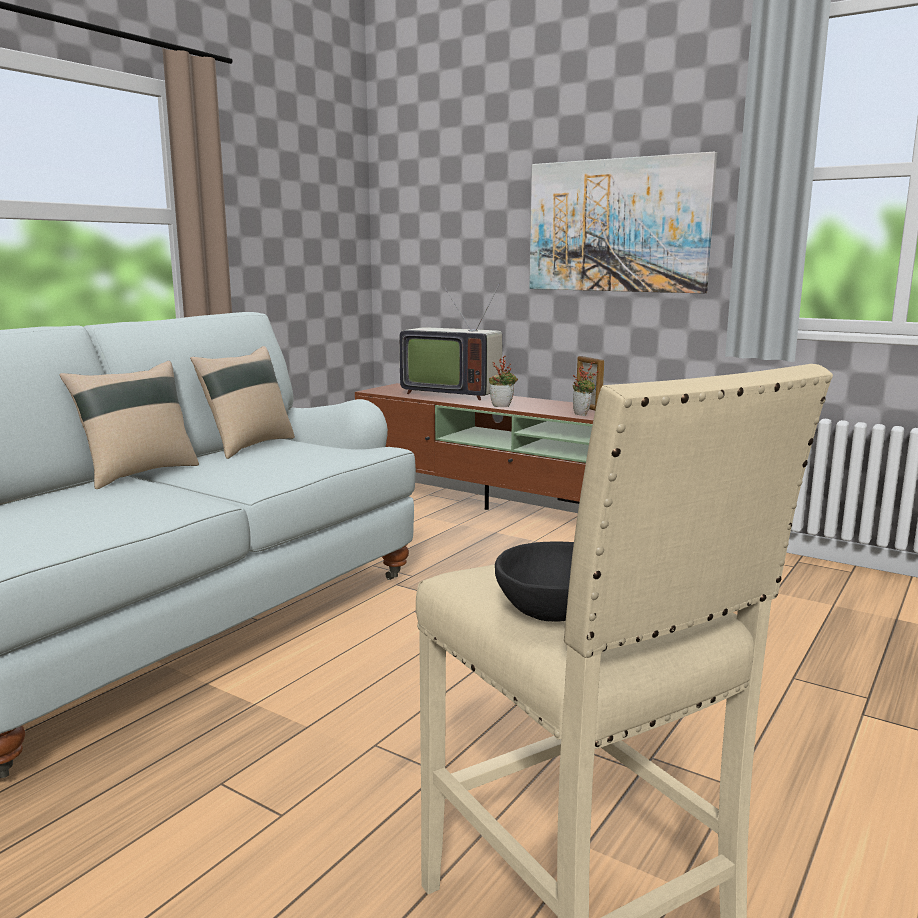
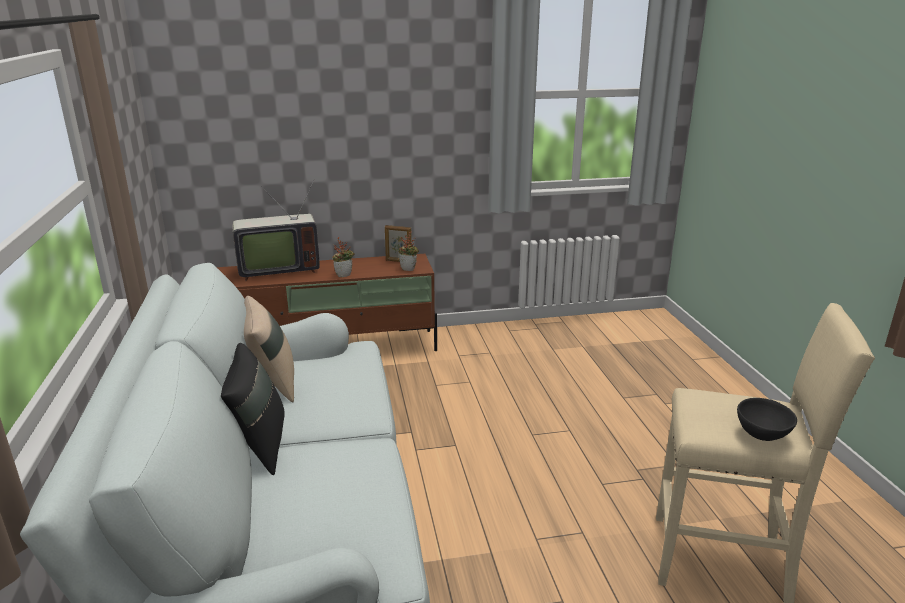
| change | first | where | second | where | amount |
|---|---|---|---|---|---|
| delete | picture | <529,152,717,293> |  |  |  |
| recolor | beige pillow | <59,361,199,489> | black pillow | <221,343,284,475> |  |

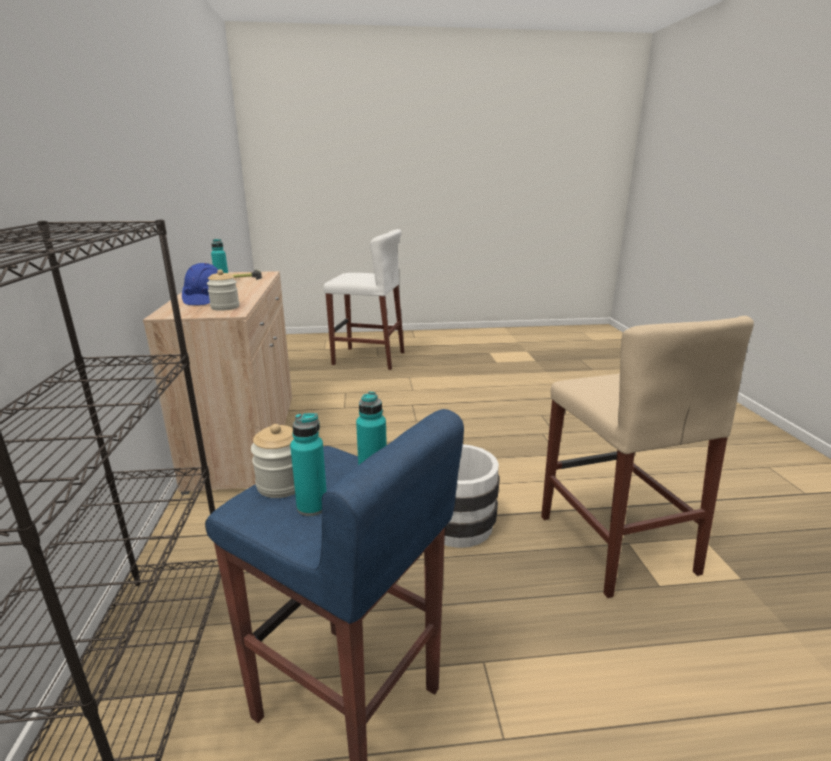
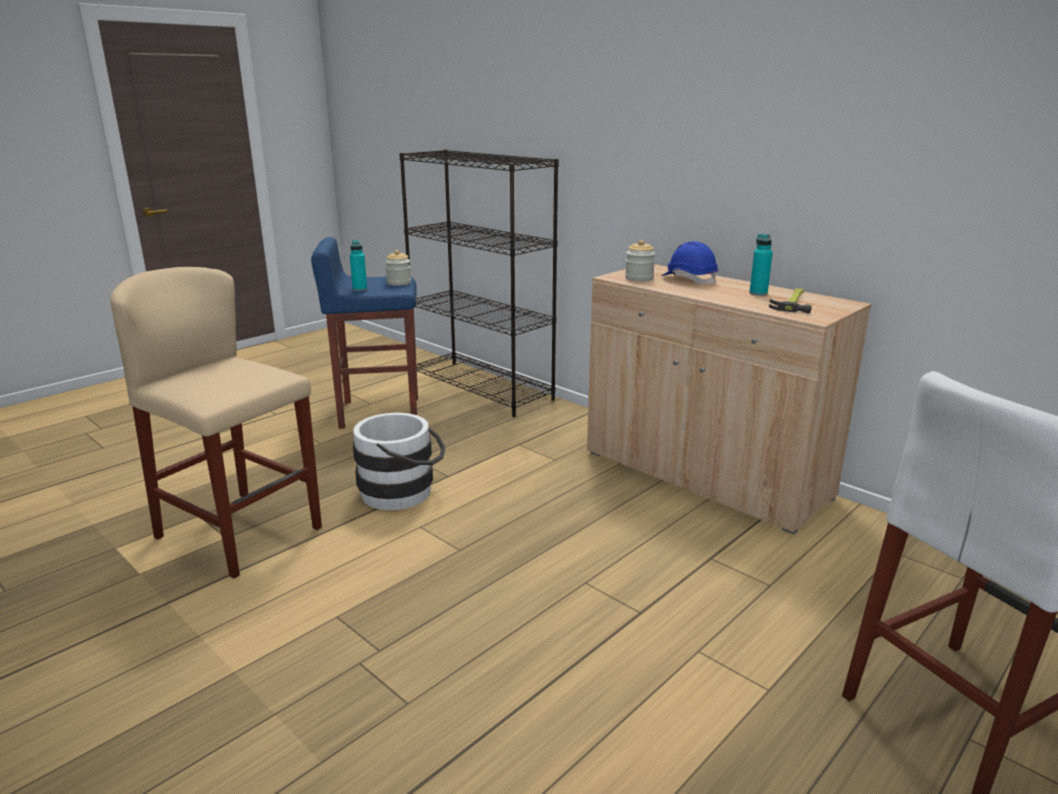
| change | first | where | second | where | amount |
|---|---|---|---|---|---|
| delete | turquoise bottle | <290,413,327,516> |  |  |  |

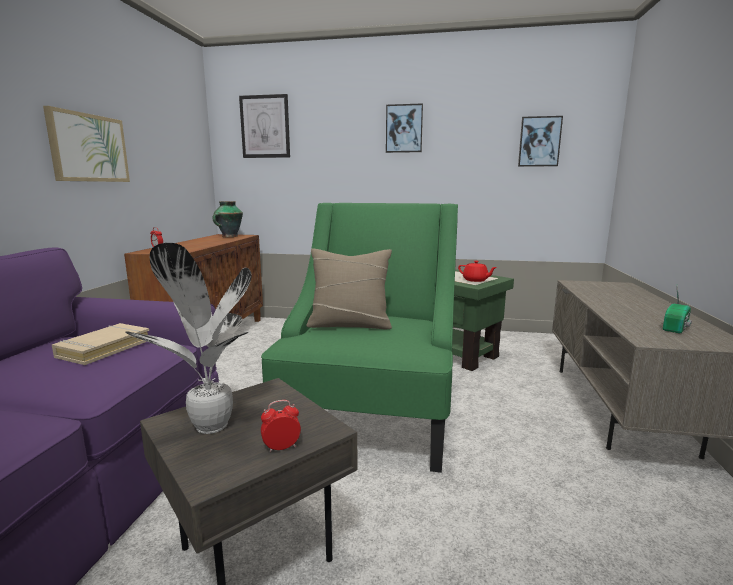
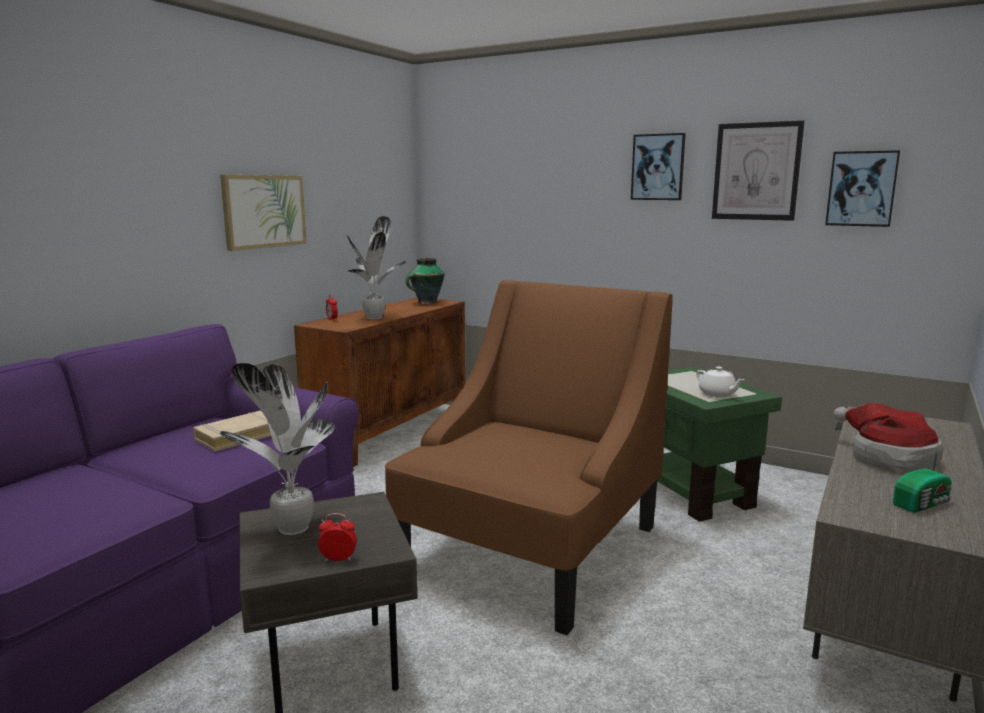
| change | first | where | second | where | amount |
|---|---|---|---|---|---|
| delete | beige pillow | <306,249,392,330> |  |  |  |
| insert |  |  | potted plant | <347,216,406,320> |  |
| insert |  |  | hat | <834,403,943,472> |  |
| move | picture | <239,94,290,158> |  | <712,120,804,221> |  |
| recolor | green armchair | <261,203,458,473> | brown armchair | <385,280,673,635> |  |
| recolor | red teapot | <458,261,497,282> | white teapot | <696,367,744,397> |  |

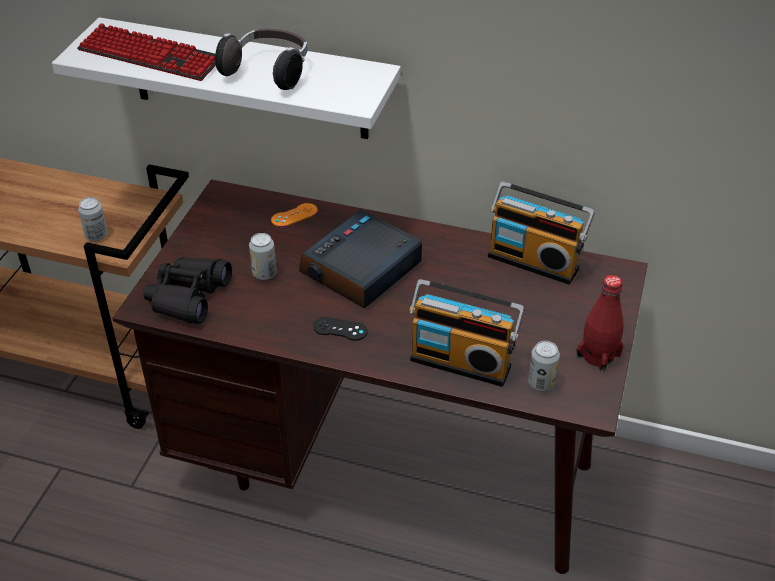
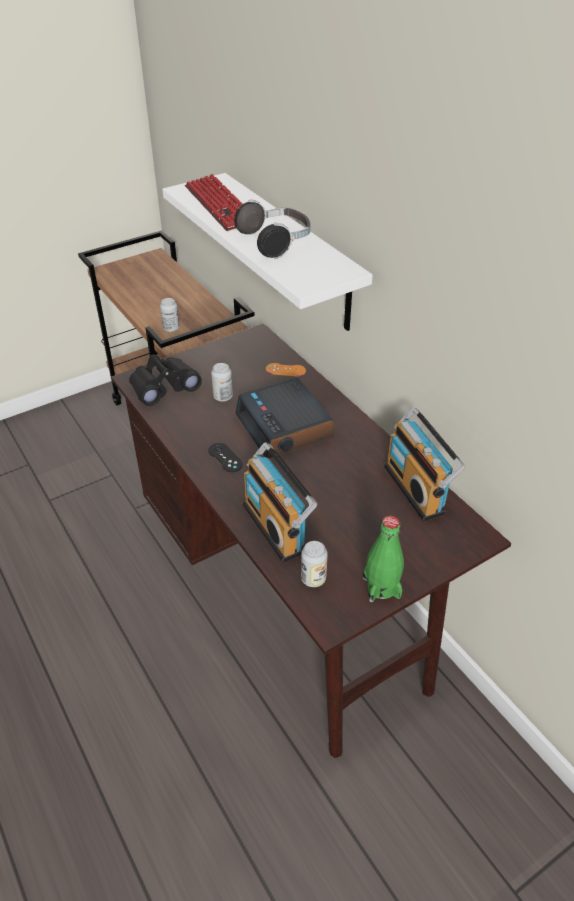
| change | first | where | second | where | amount |
|---|---|---|---|---|---|
| recolor | red bottle | <576,275,624,373> | green bottle | <363,516,404,602> |  |
| rotate | alarm clock | <299,210,422,308> |  | <236,378,334,459> | 105 degrees counterclockwise |

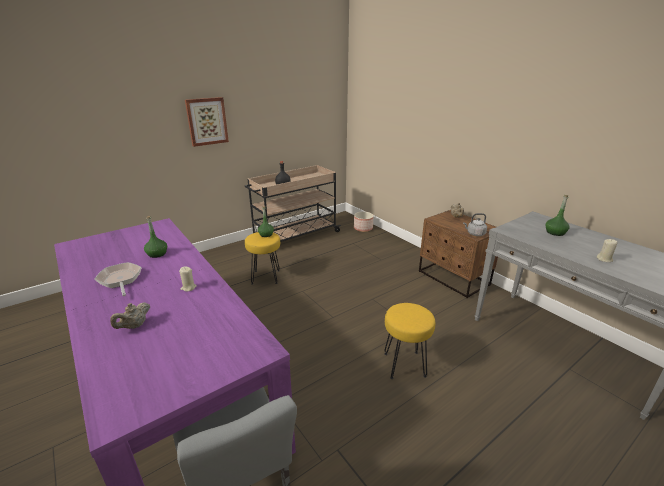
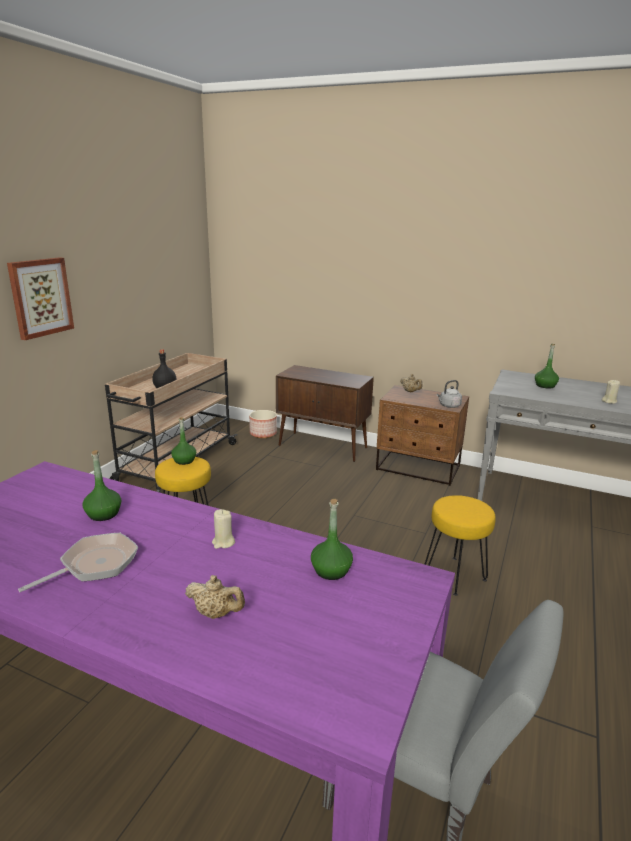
| change | first | where | second | where | amount |
|---|---|---|---|---|---|
| insert |  |  | brown cabinet | <276,365,374,462> |  |
| insert |  |  | green bottle | <311,499,353,580> |  |
| rotate | frying pan | <95,262,142,296> |  | <18,533,138,592> | 105 degrees clockwise |
| rotate | beige teapot | <110,303,150,329> |  | <185,575,245,619> | 75 degrees counterclockwise |

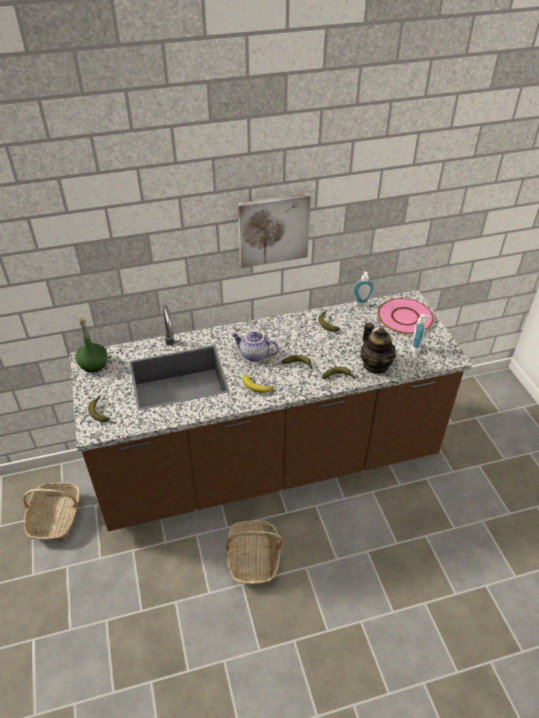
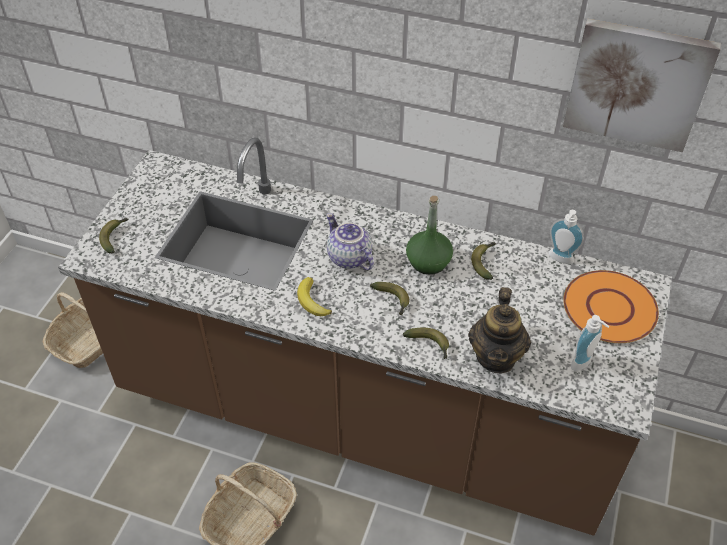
| change | first | where | second | where | amount |
|---|---|---|---|---|---|
| move | green bottle | <75,317,108,372> |  | <406,196,453,275> |  |
| move | picture | <238,193,311,268> |  | <563,19,721,152> |  |
| recolor | pink plate | <378,298,434,334> | orange plate | <563,270,659,343> |  |

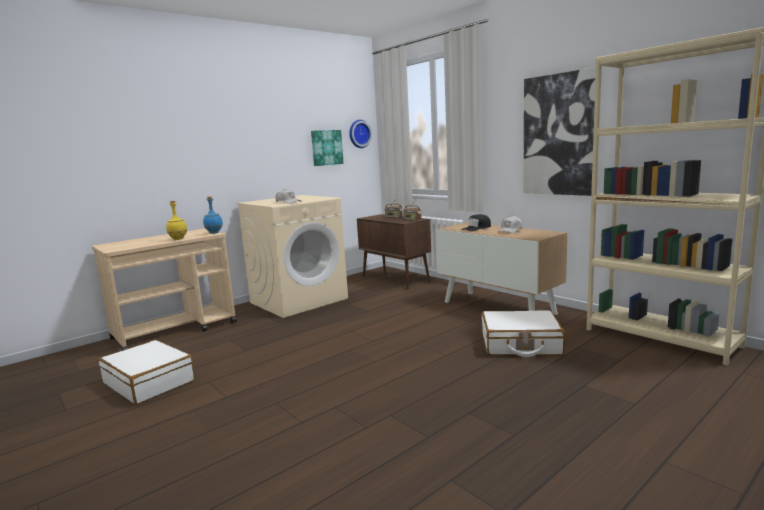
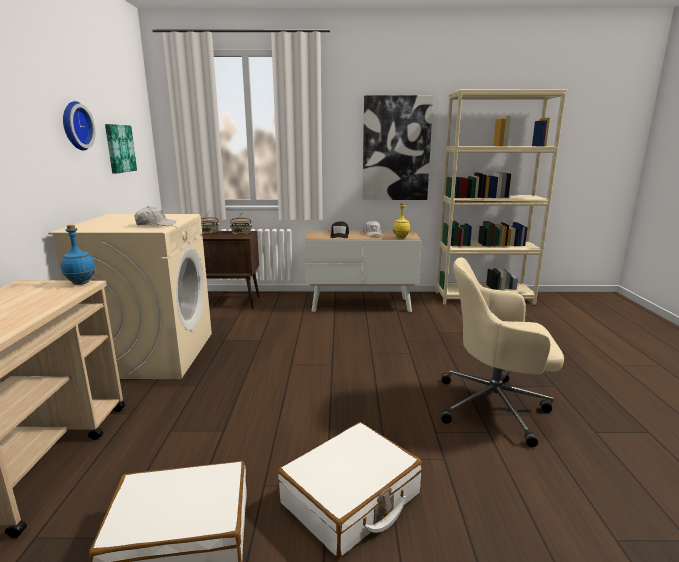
| change | first | where | second | where | amount |
|---|---|---|---|---|---|
| insert |  |  | beige office chair | <441,257,564,447> |  |
| move | yellow bottle | <166,201,188,240> |  | <393,203,410,239> |  |
| move | wall clock | <349,120,372,148> |  | <63,101,95,150> |  |
| move | white suitcase | <482,310,565,357> |  | <278,422,422,558> |  |

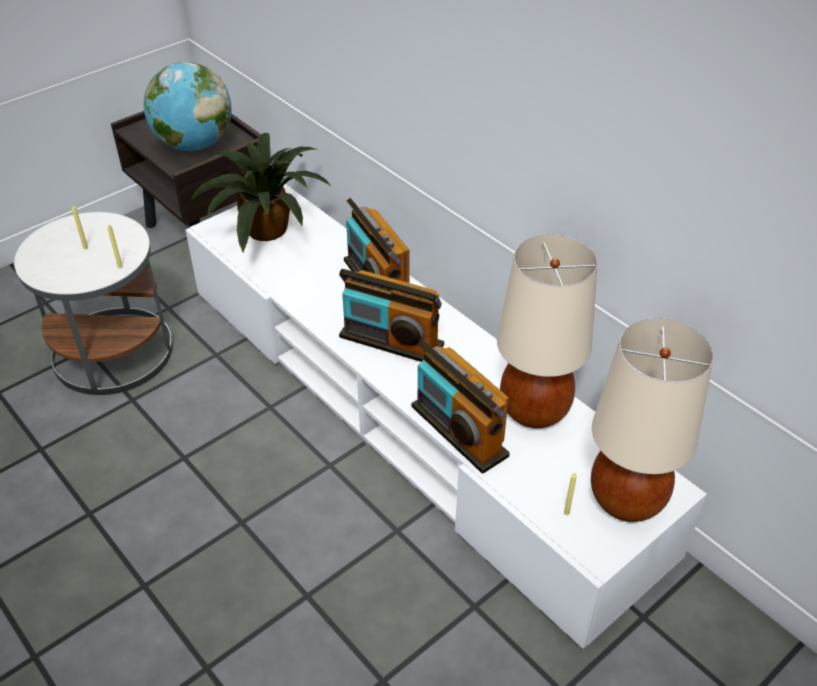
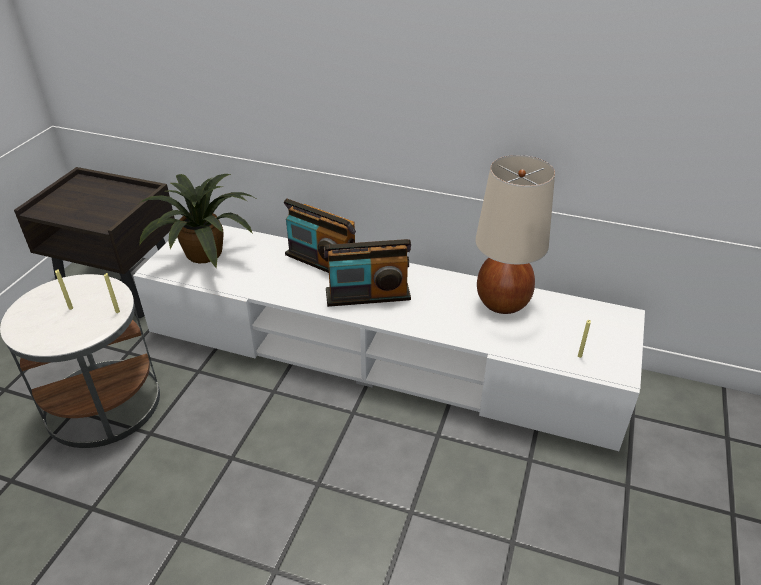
| change | first | where | second | where | amount |
|---|---|---|---|---|---|
| delete | globe | <143,62,231,151> |  |  |  |
| delete | radio | <412,340,510,473> |  |  |  |
| delete | beige table lamp | <591,318,714,522> |  |  |  |

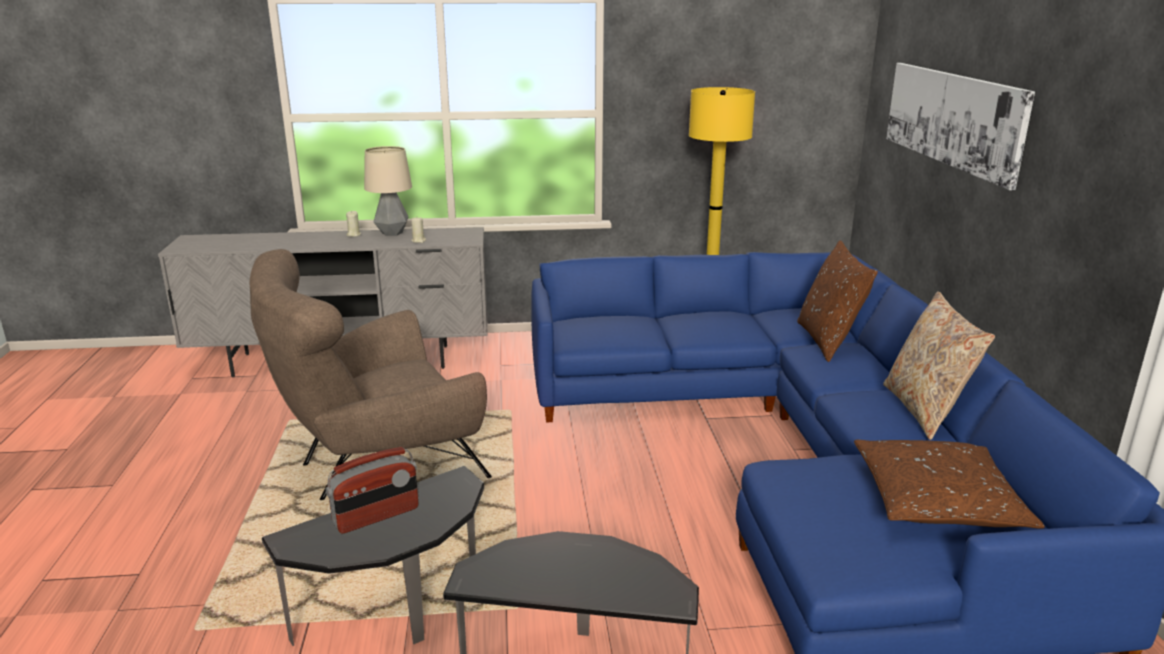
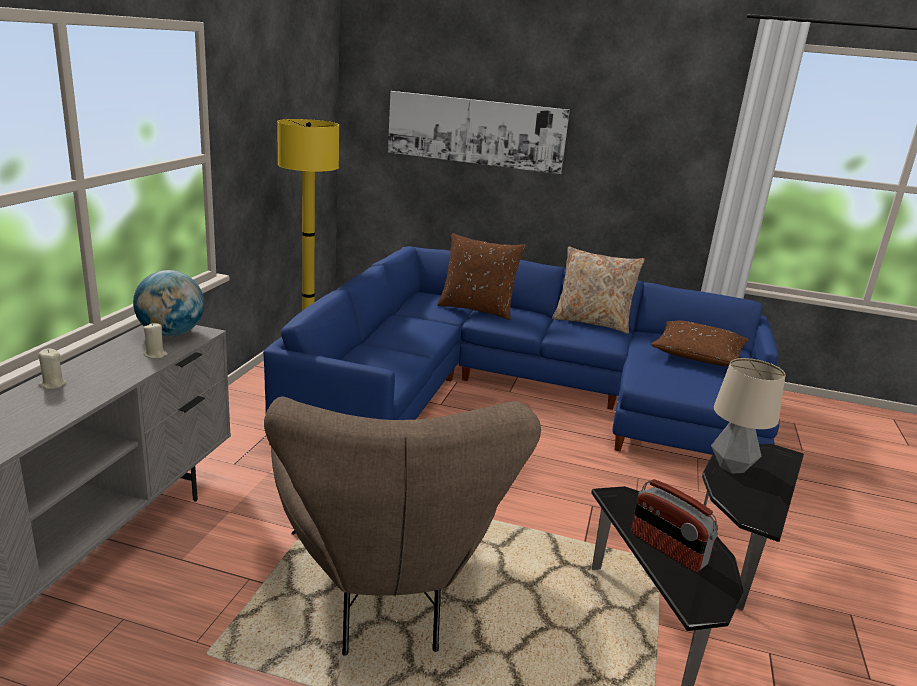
| change | first | where | second | where | amount |
|---|---|---|---|---|---|
| insert |  |  | globe | <133,270,204,336> |  |
| move | table lamp | <364,146,412,236> |  | <711,358,786,474> |  |
| rotate | radio | <326,447,418,534> |  | <631,479,718,572> | 150 degrees clockwise |

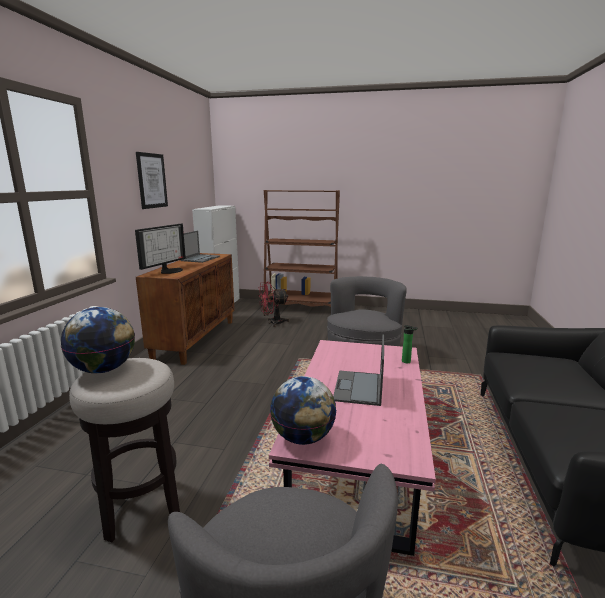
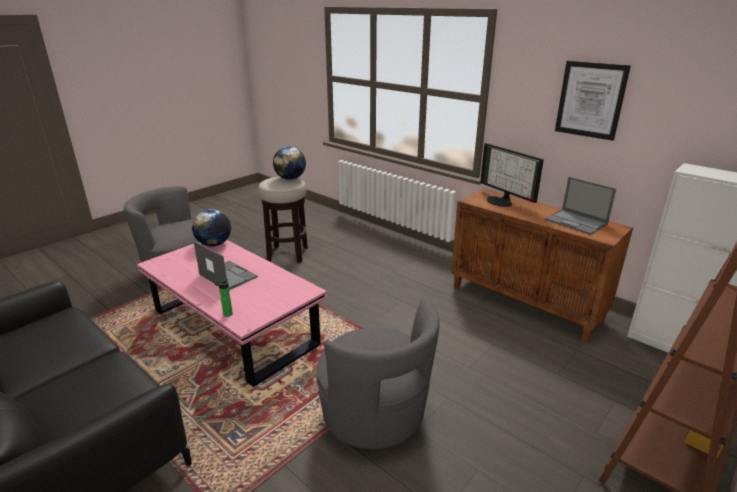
| change | first | where | second | where | amount |
|---|---|---|---|---|---|
| delete | red fan | <258,282,289,327> |  |  |  |

